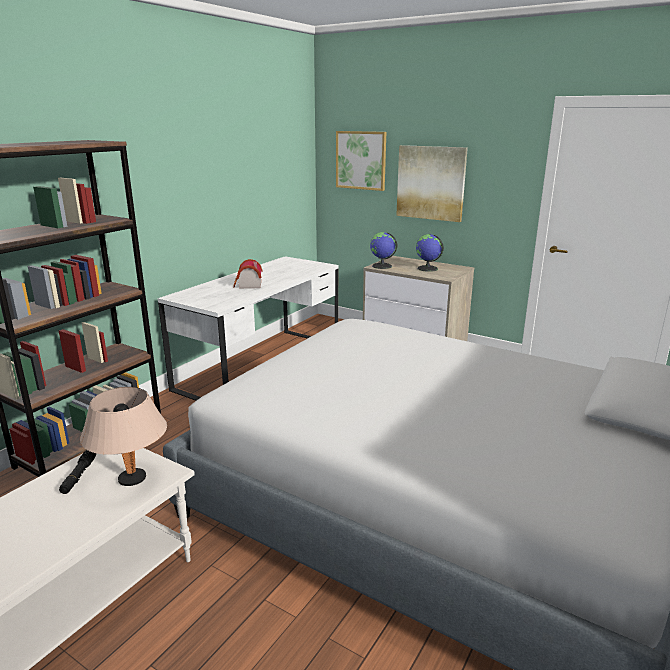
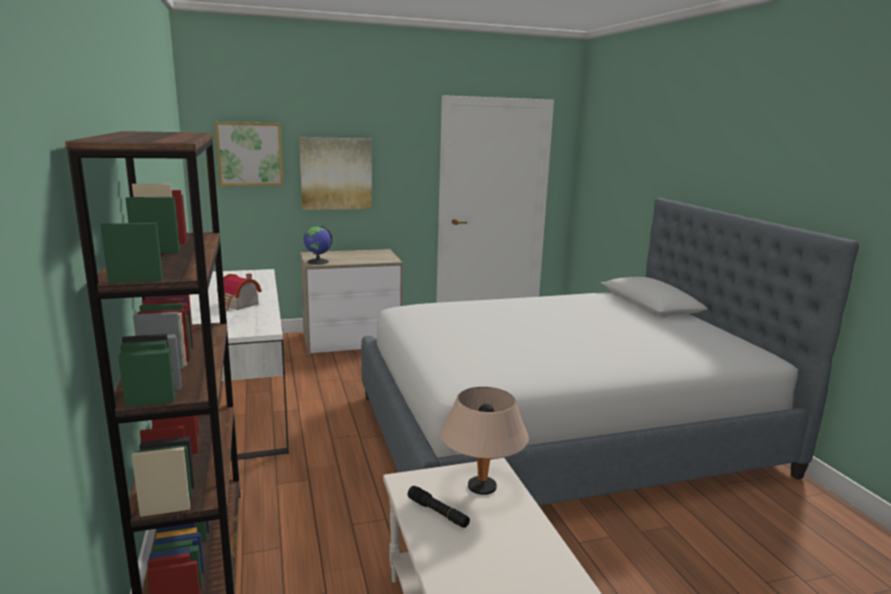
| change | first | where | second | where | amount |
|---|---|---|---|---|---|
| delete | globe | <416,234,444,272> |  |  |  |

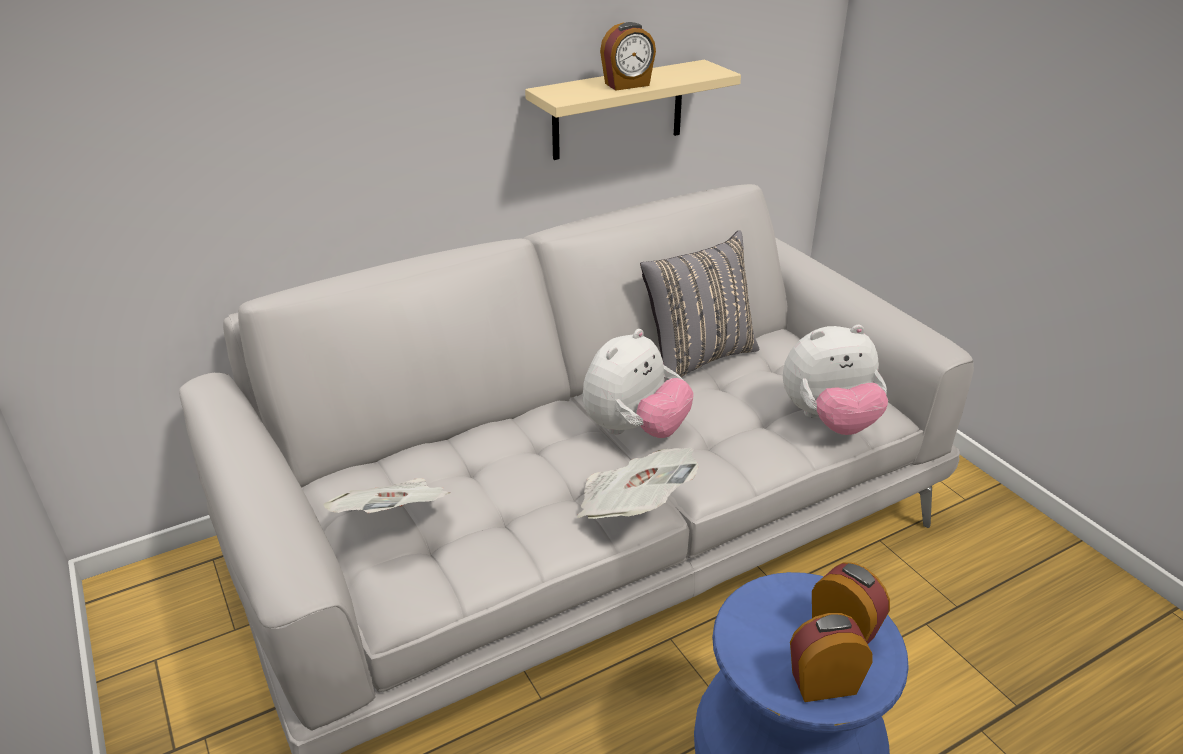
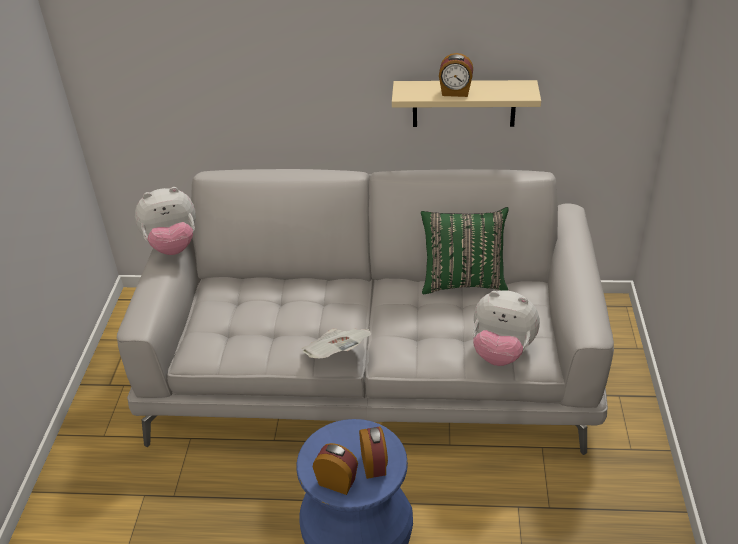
| change | first | where | second | where | amount |
|---|---|---|---|---|---|
| delete | newspaper | <323,478,451,513> |  |  |  |
| move | plush toy | <583,329,694,438> |  | <135,187,196,255> |  |
| recolor | grey pillow | <640,231,760,377> | green pillow | <421,207,508,294> |  |

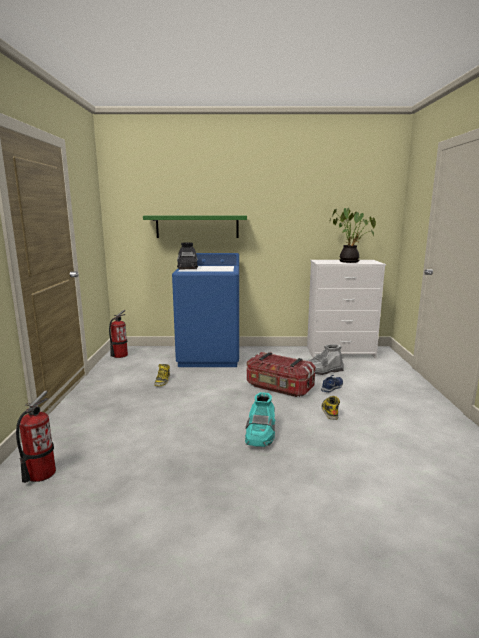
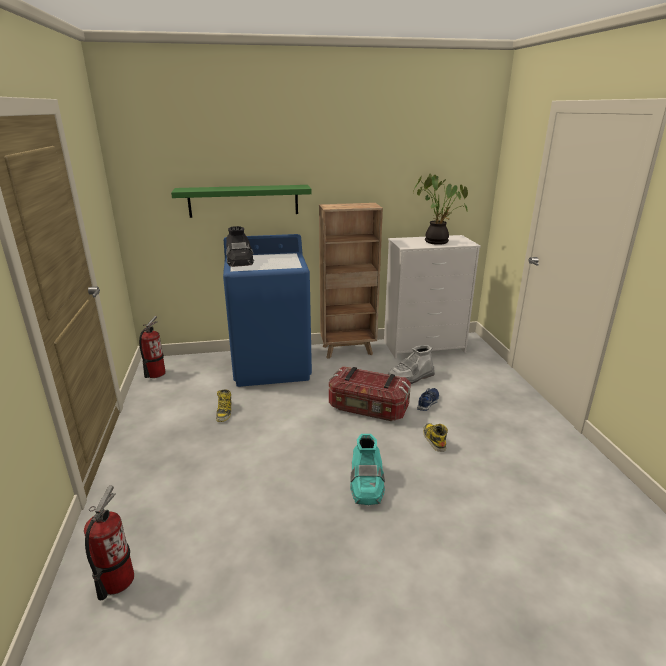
| change | first | where | second | where | amount |
|---|---|---|---|---|---|
| insert |  |  | brown bookcase | <319,203,383,359> |  |

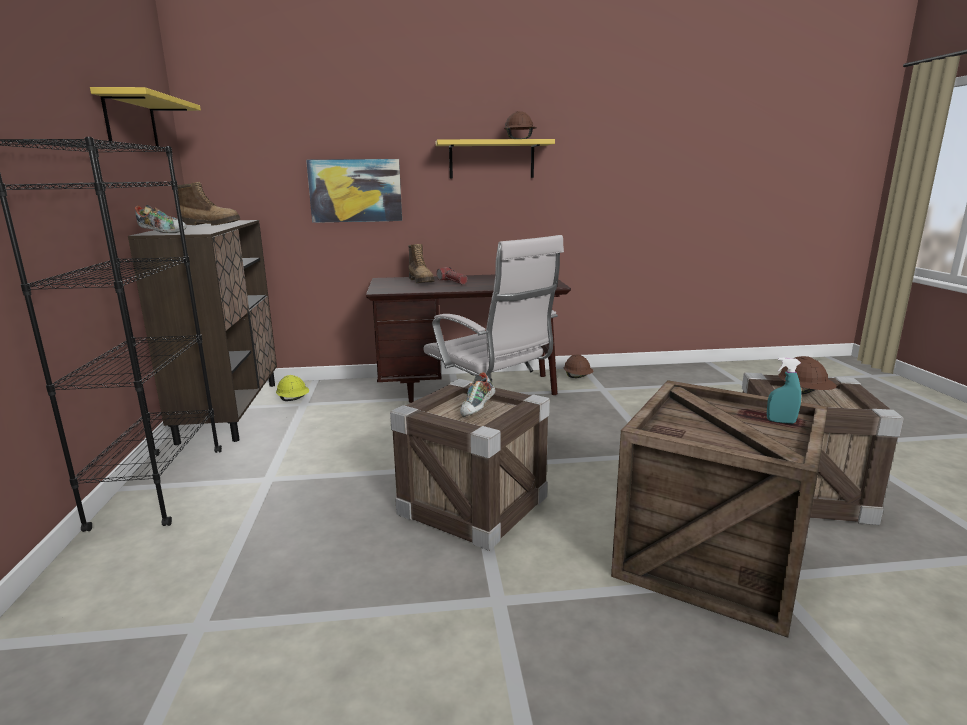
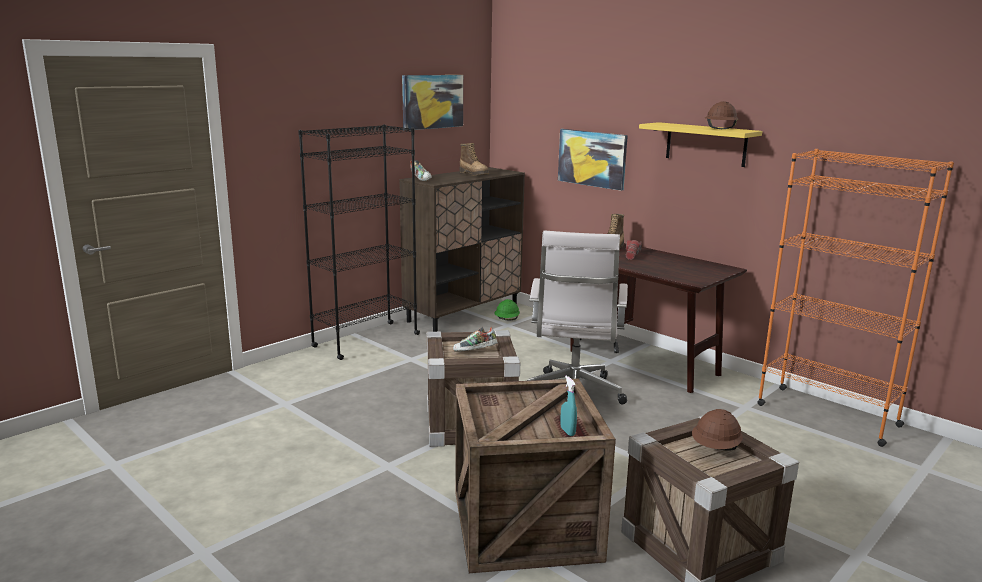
| change | first | where | second | where | amount |
|---|---|---|---|---|---|
| delete | brown hard hat | <564,354,593,378> |  |  |  |
| insert |  |  | orange bookcase | <757,149,954,447> |  |
| replace | yellow shelf | <90,87,201,148> | picture | <402,75,463,130> |  |
| recolor | yellow hard hat | <276,375,309,401> | green hard hat | <495,299,520,321> |  |

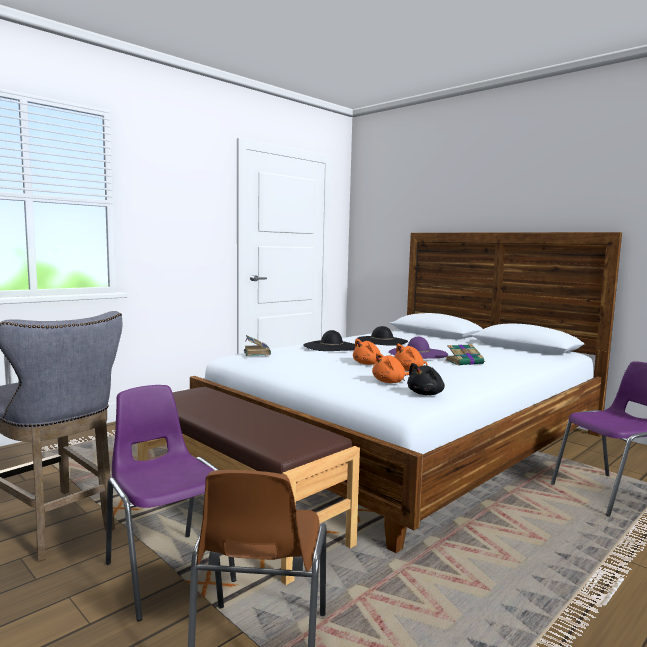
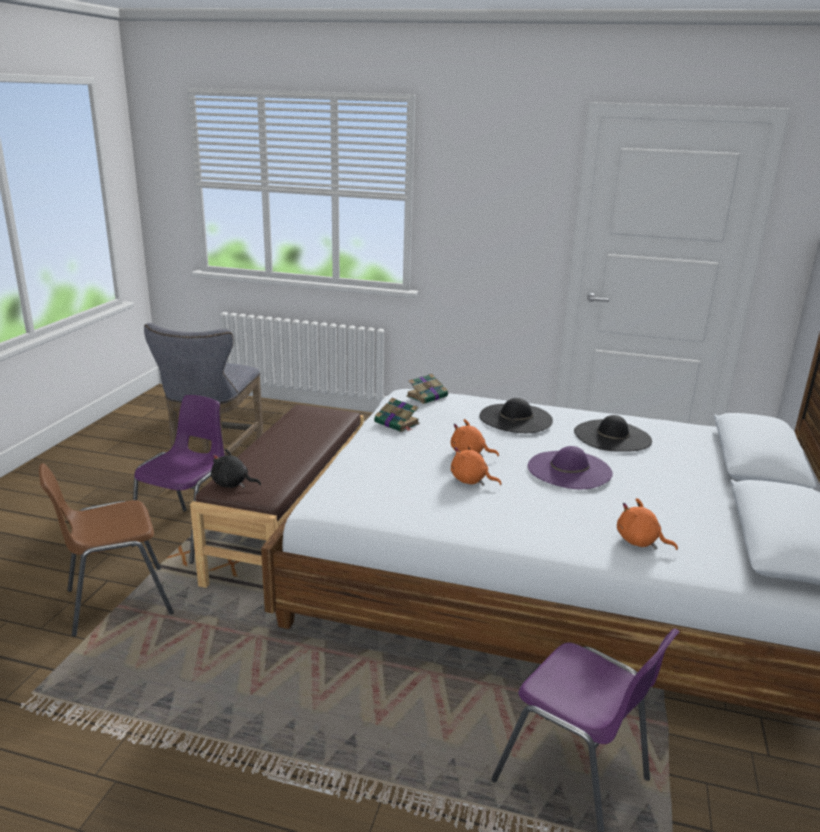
| change | first | where | second | where | amount |
|---|---|---|---|---|---|
| move | orange plush toy | <372,352,409,383> |  | <617,498,678,550> |  |
| move | black plush toy | <407,363,445,395> |  | <211,449,261,488> |  |
| move | book | <445,344,484,366> |  | <374,398,420,432> |  |

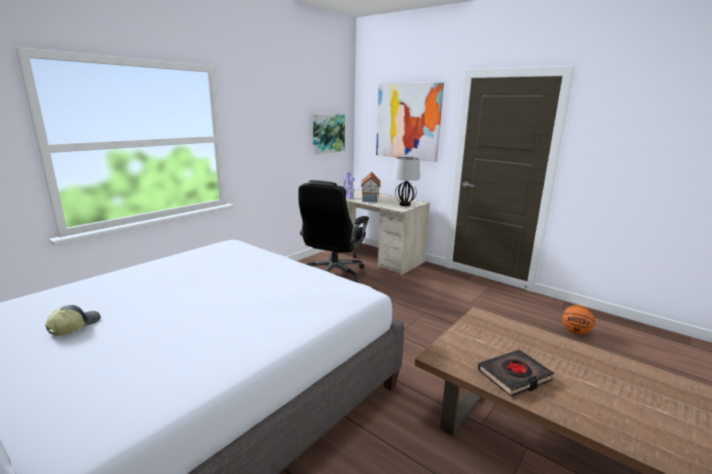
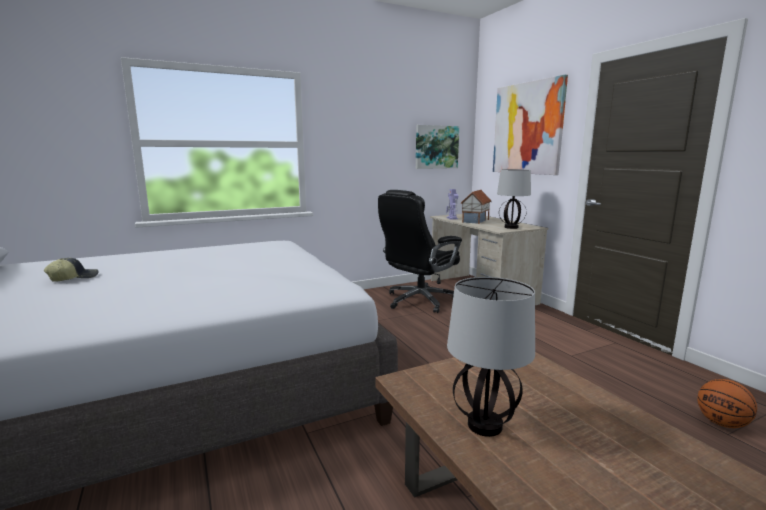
| change | first | where | second | where | amount |
|---|---|---|---|---|---|
| replace | black book | <477,350,554,397> | table lamp | <447,277,535,437> |  |

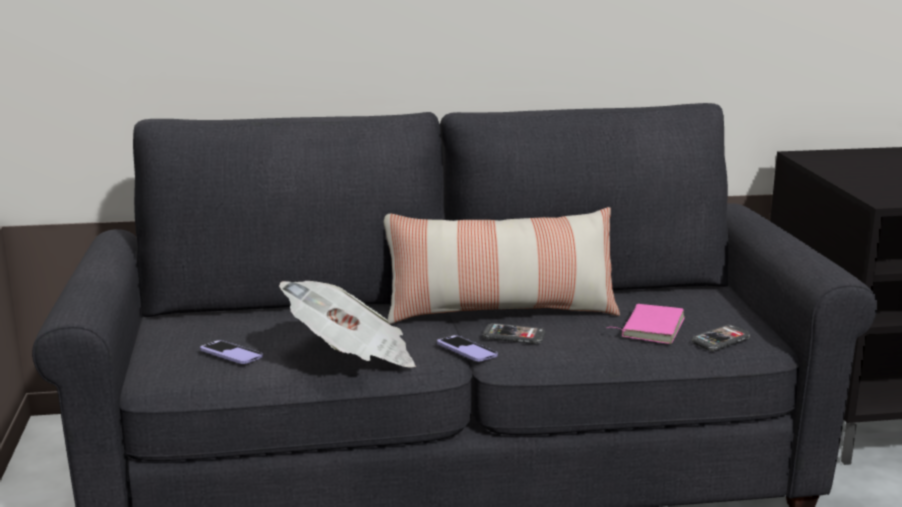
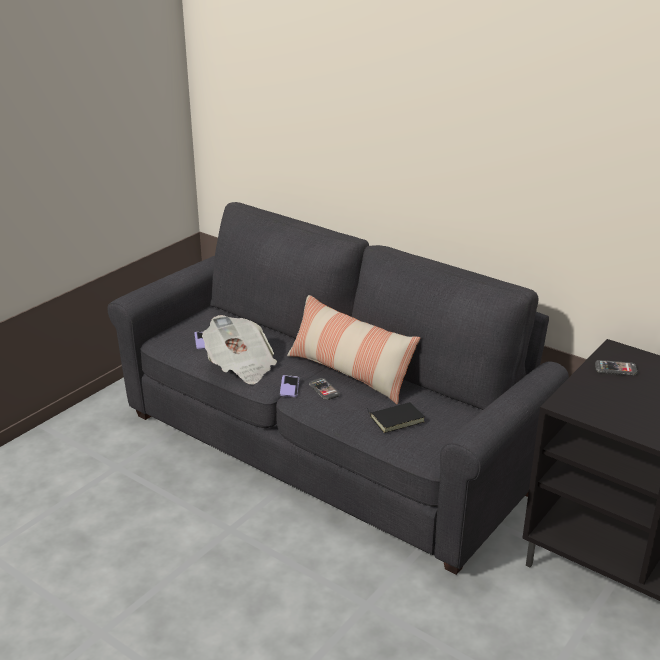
| change | first | where | second | where | amount |
|---|---|---|---|---|---|
| move | phone | <692,325,750,351> |  | <595,360,638,376> |  |
| recolor | pink book | <607,304,685,344> | black book | <367,402,425,433> |  |

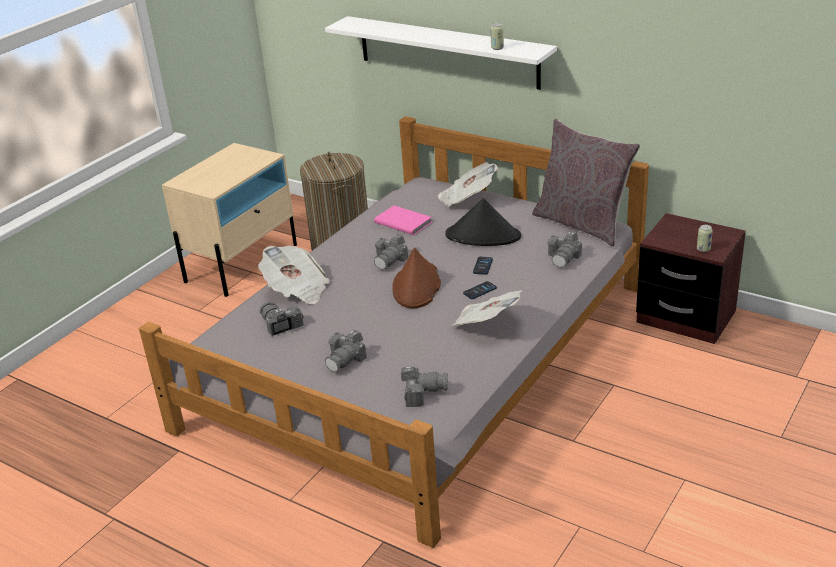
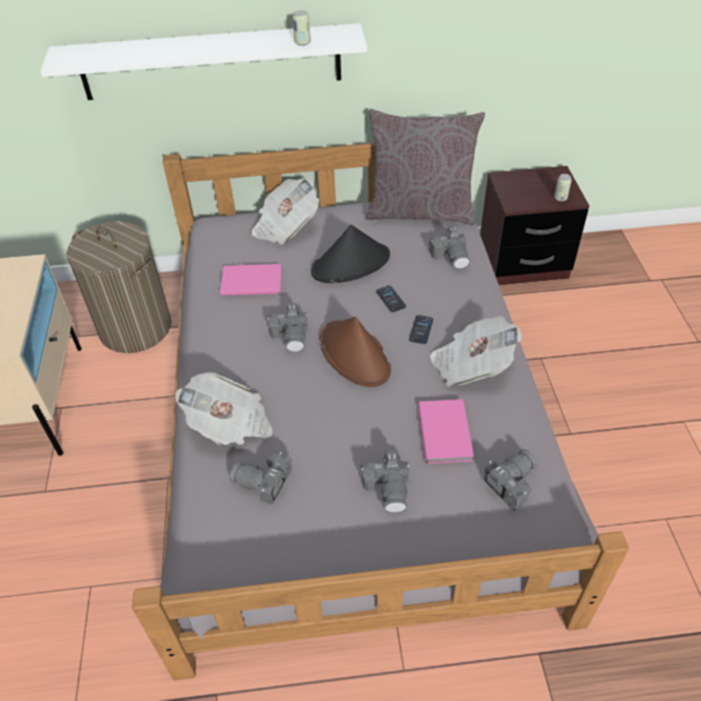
| change | first | where | second | where | amount |
|---|---|---|---|---|---|
| insert |  |  | pink book | <418,399,474,464> |  |

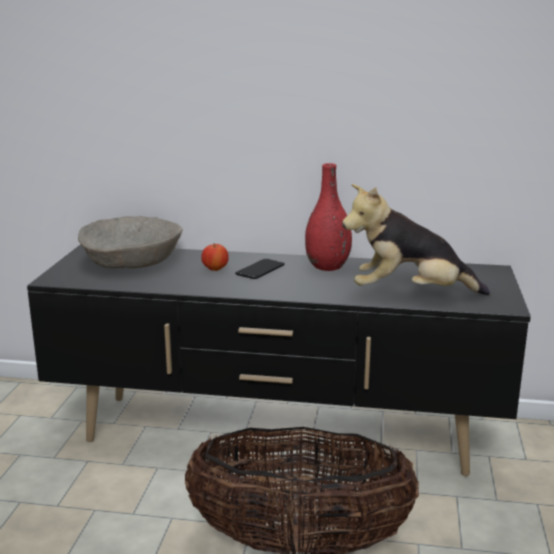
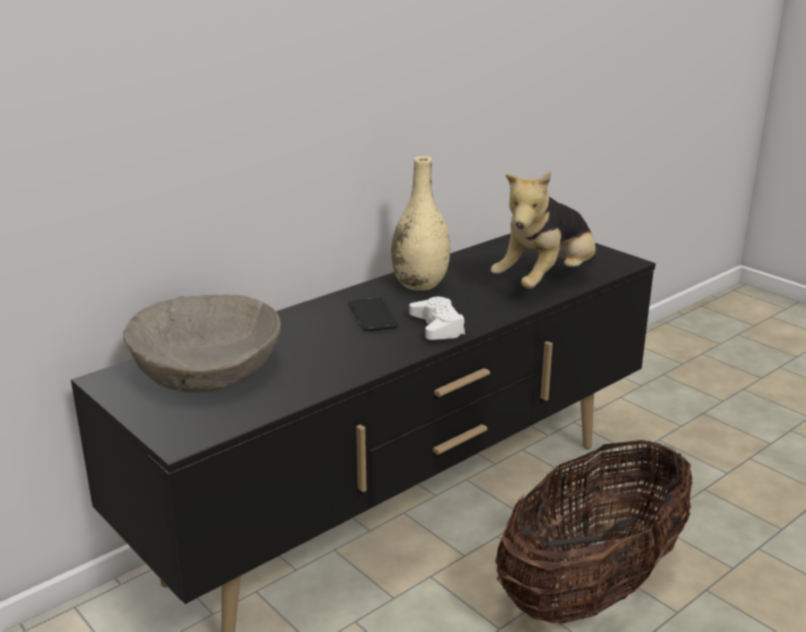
| change | first | where | second | where | amount |
|---|---|---|---|---|---|
| delete | apple | <201,244,229,271> |  |  |  |
| insert |  |  | white game controller | <410,297,465,340> |  |
| recolor | red vase | <305,163,352,271> | beige vase | <391,156,450,291> |  |

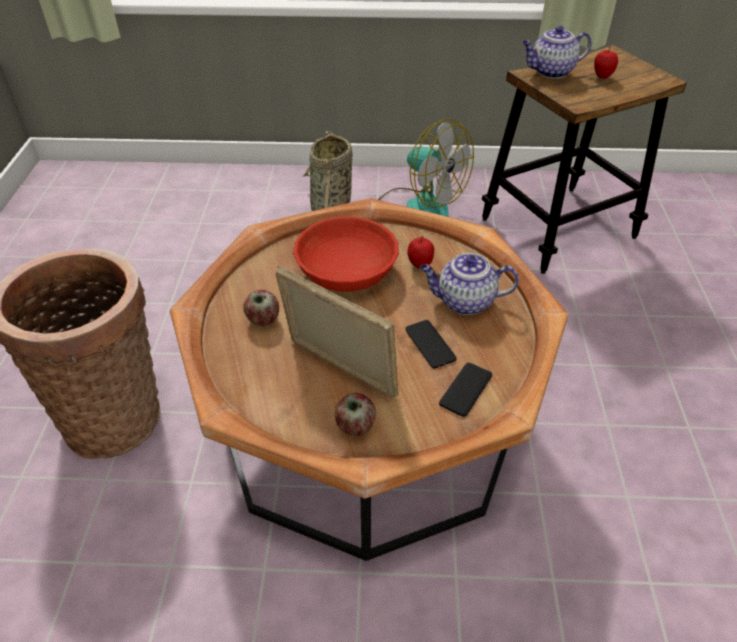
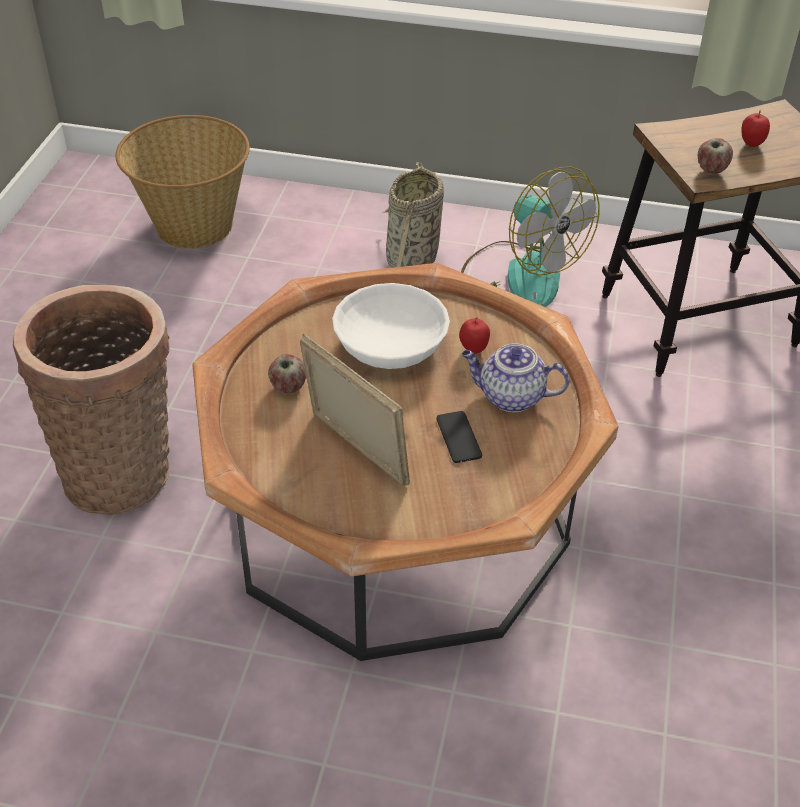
| change | first | where | second | where | amount |
|---|---|---|---|---|---|
| delete | phone | <439,362,492,417> |  |  |  |
| delete | teapot | <522,26,592,79> |  |  |  |
| insert |  |  | basket | <115,115,250,249> |  |
| move | apple | <335,393,376,436> |  | <698,138,733,174> |  |
| recolor | red bowl | <293,217,399,292> | white bowl | <332,283,450,369> |  |

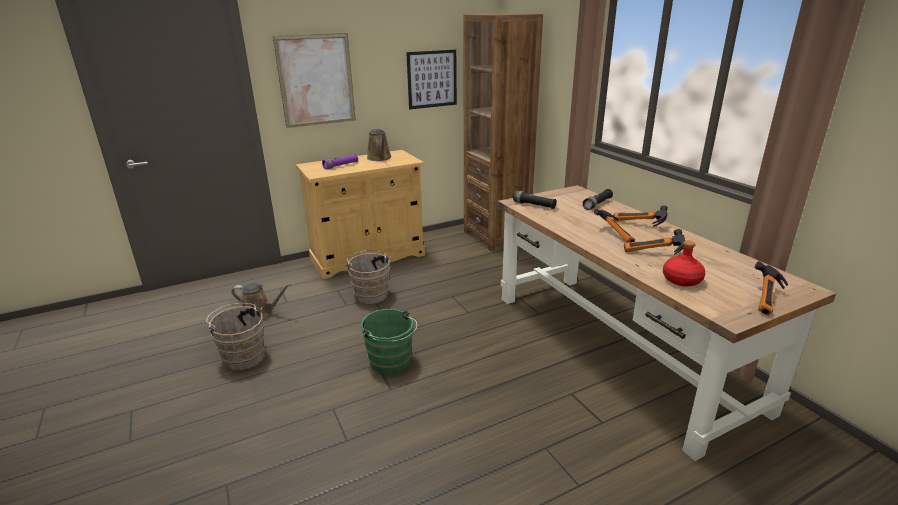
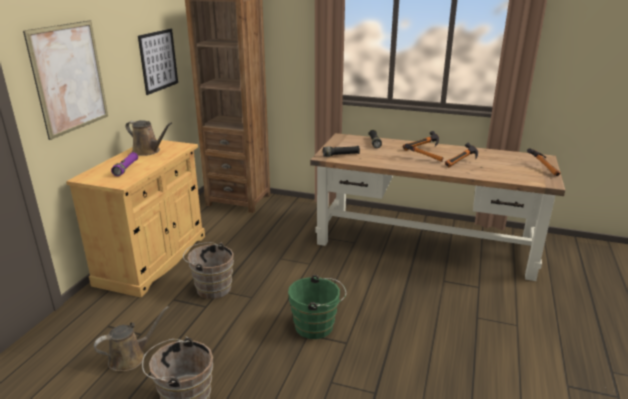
| change | first | where | second | where | amount |
|---|---|---|---|---|---|
| delete | red bottle | <663,241,705,286> |  |  |  |

